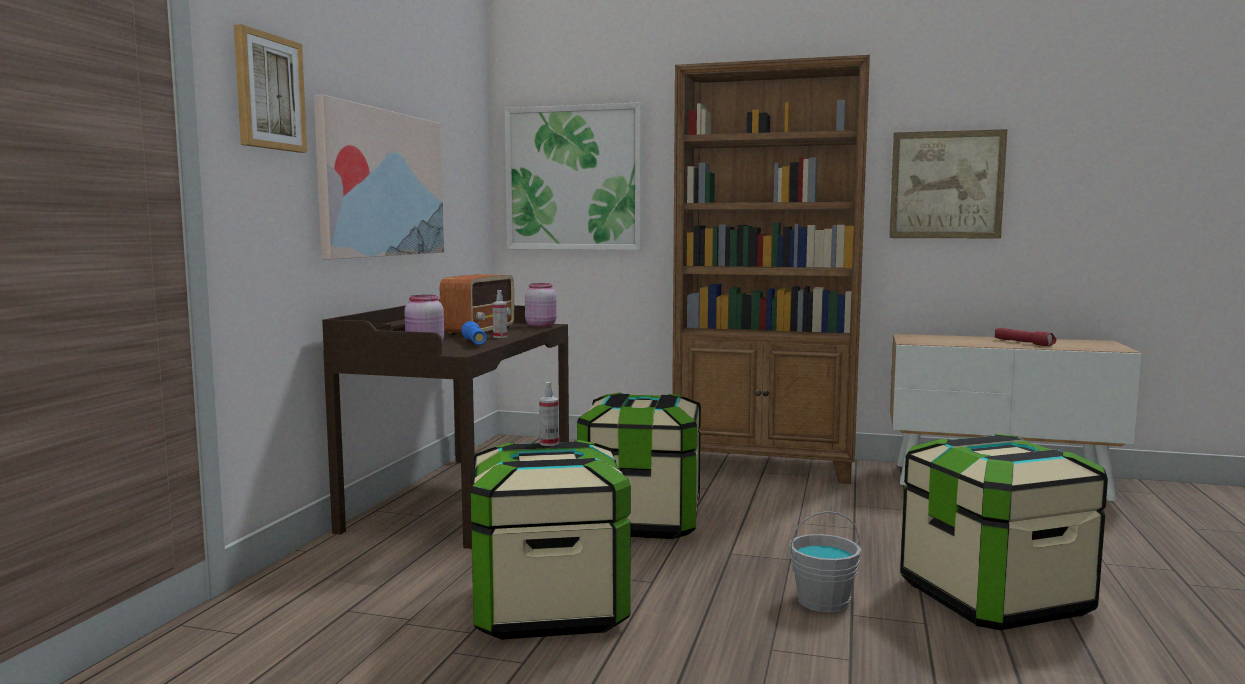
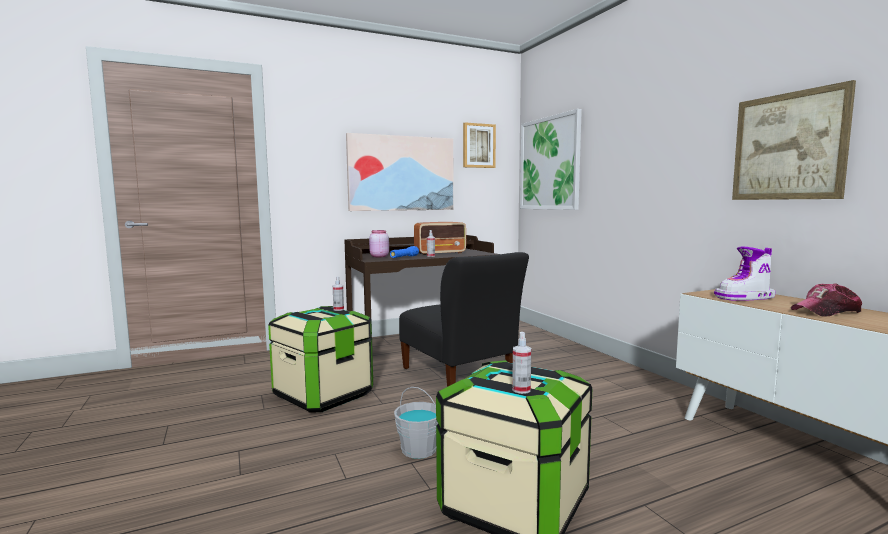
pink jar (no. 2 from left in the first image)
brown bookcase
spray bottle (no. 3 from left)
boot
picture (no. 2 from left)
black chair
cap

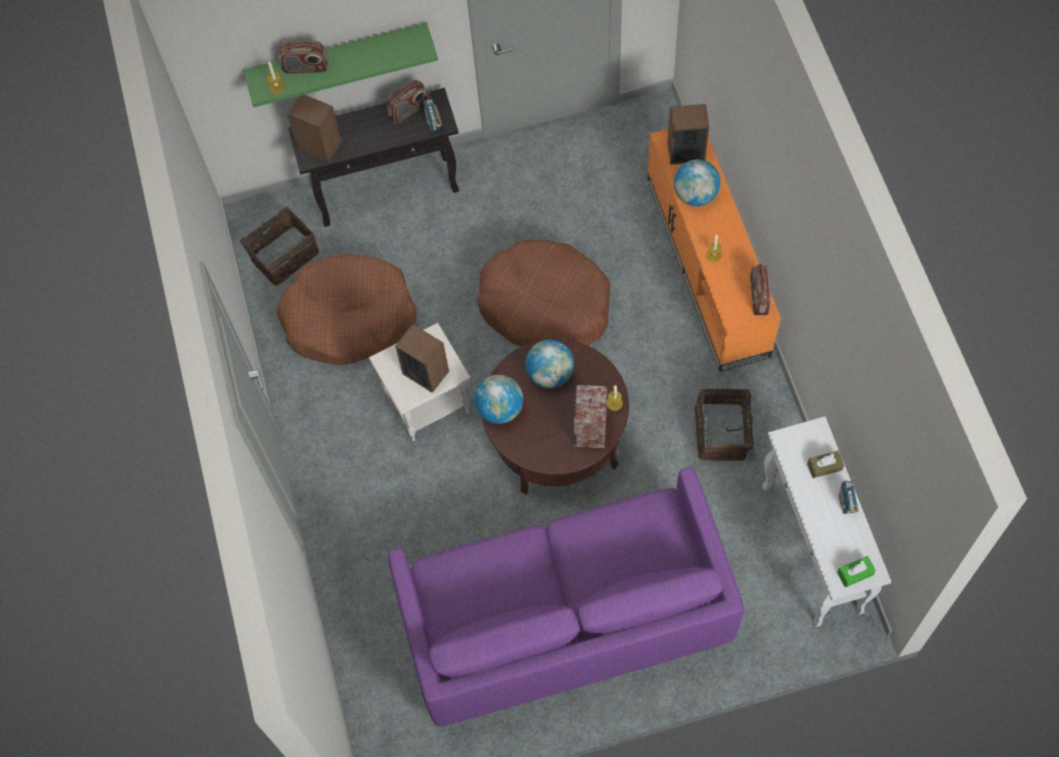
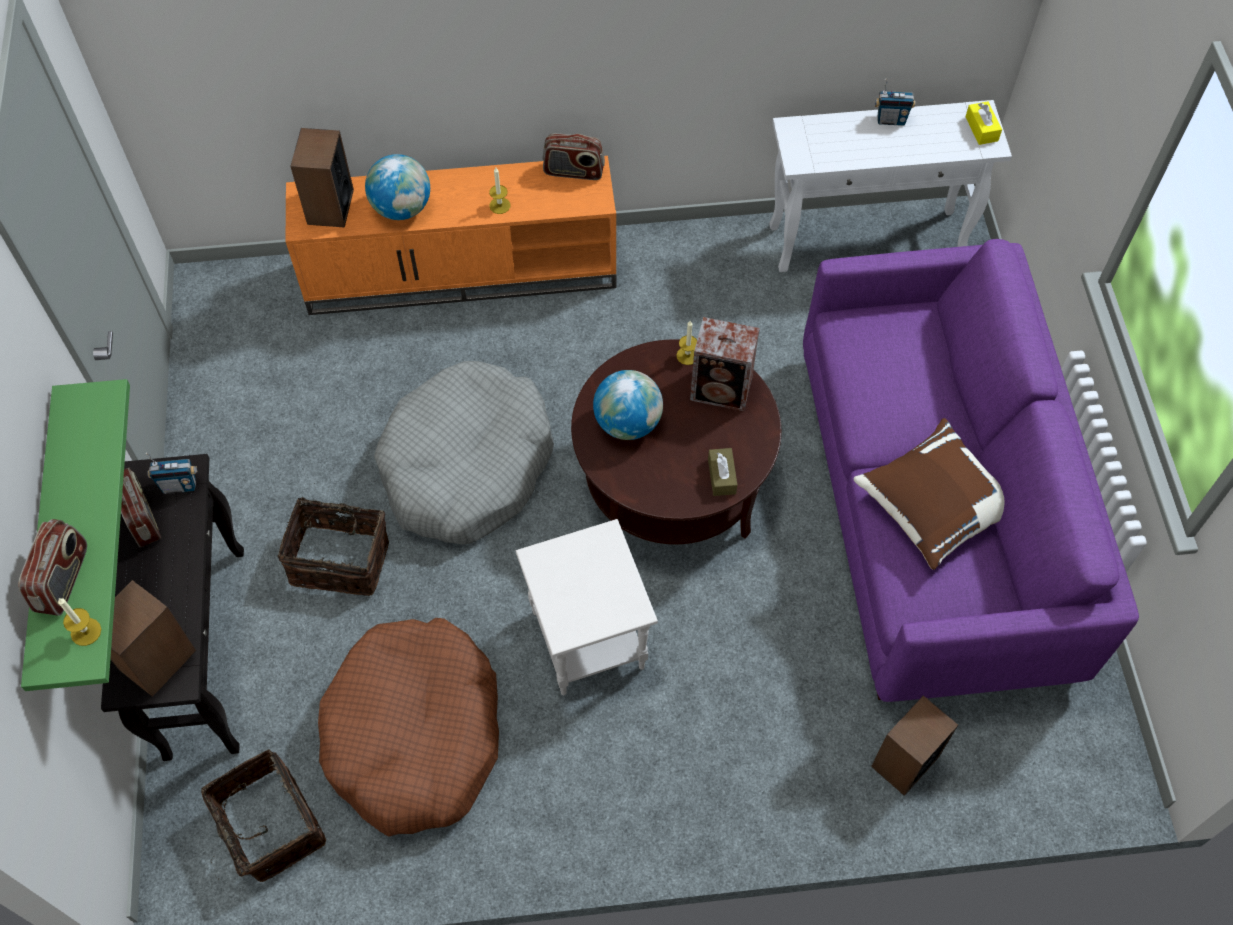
globe (no. 1 from left in the first image)
brown pillow
speaker (no. 4 from left)
basket (no. 2 from left)
brown tissue box
grey dog bed
yellow tissue box

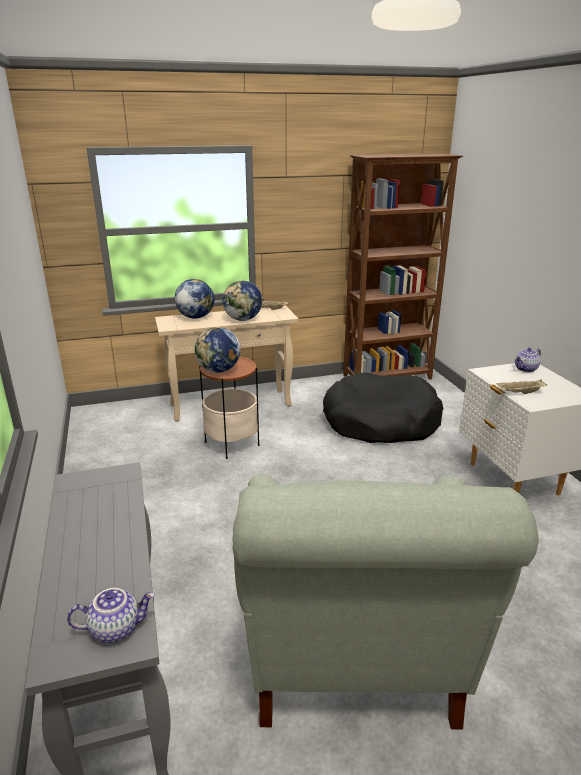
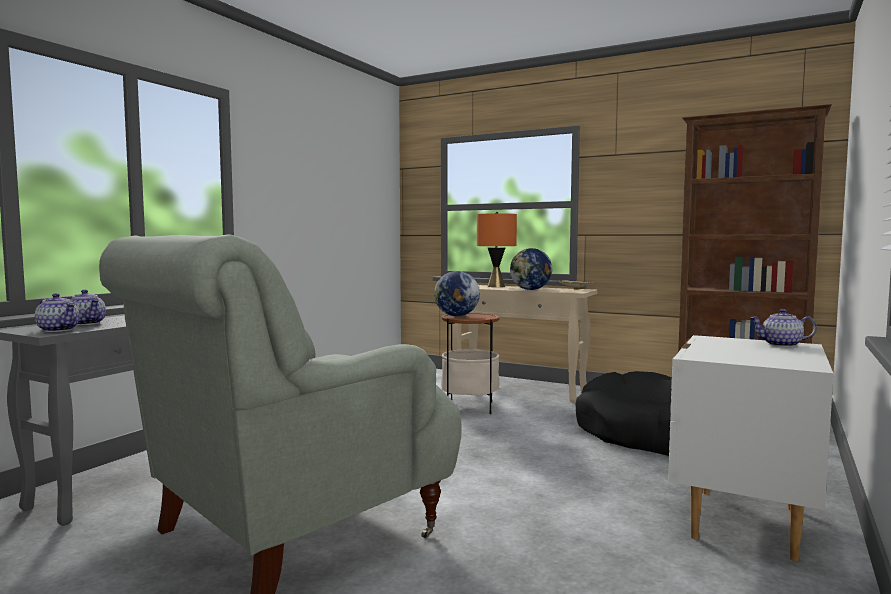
beige tray (no. 2 from left in the first image)
teapot (no. 2 from left)
orange table lamp

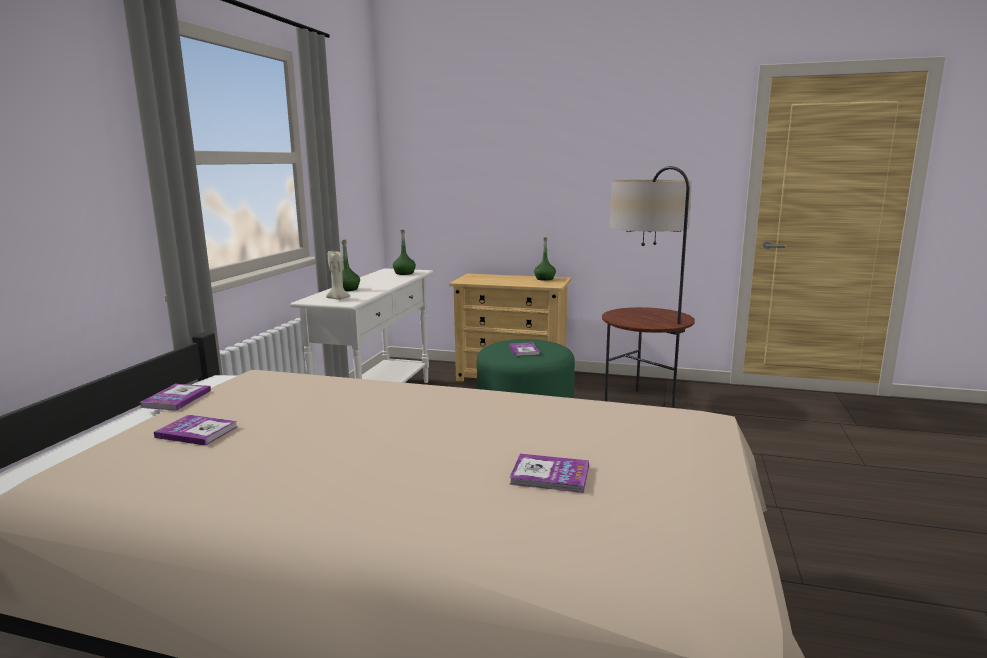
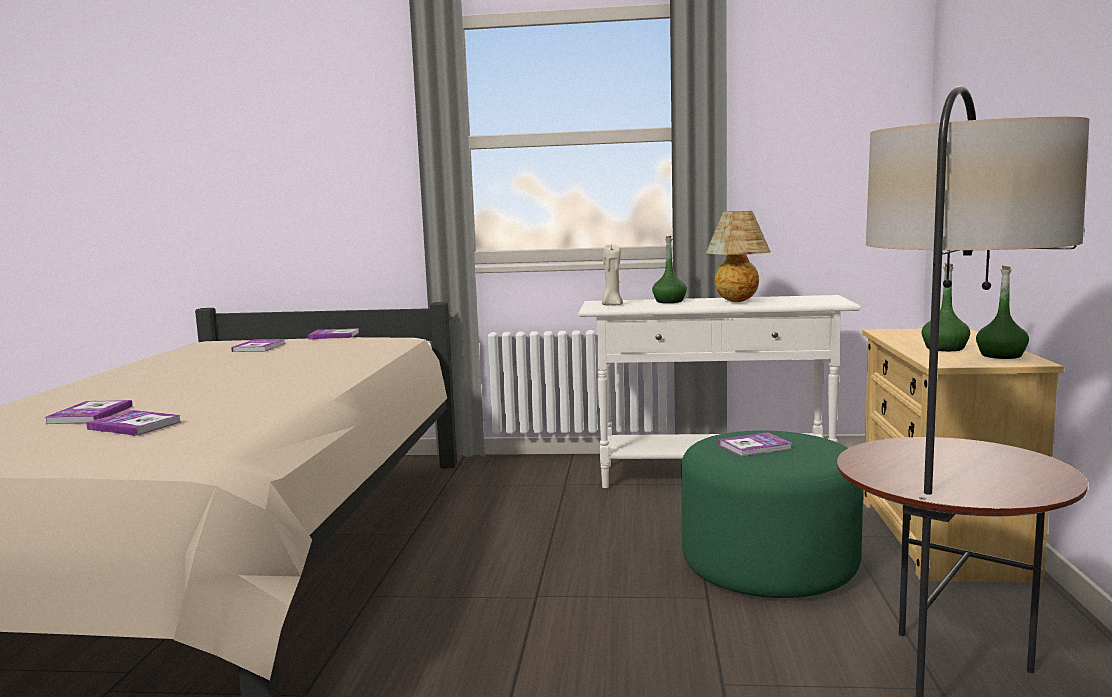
book (no. 2 from left)
table lamp
green bottle (no. 2 from left)

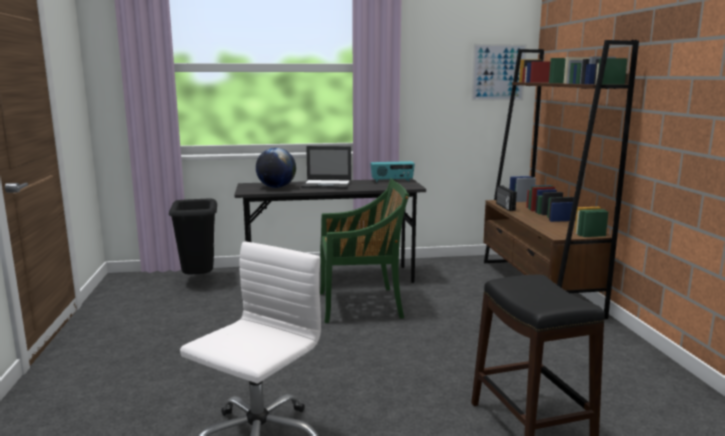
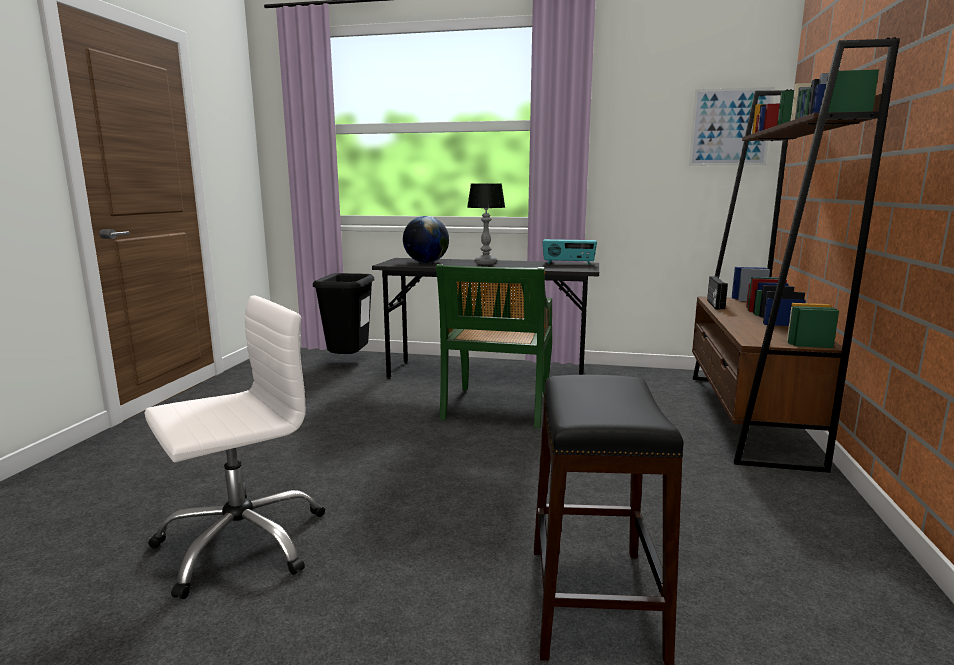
table lamp
green chair

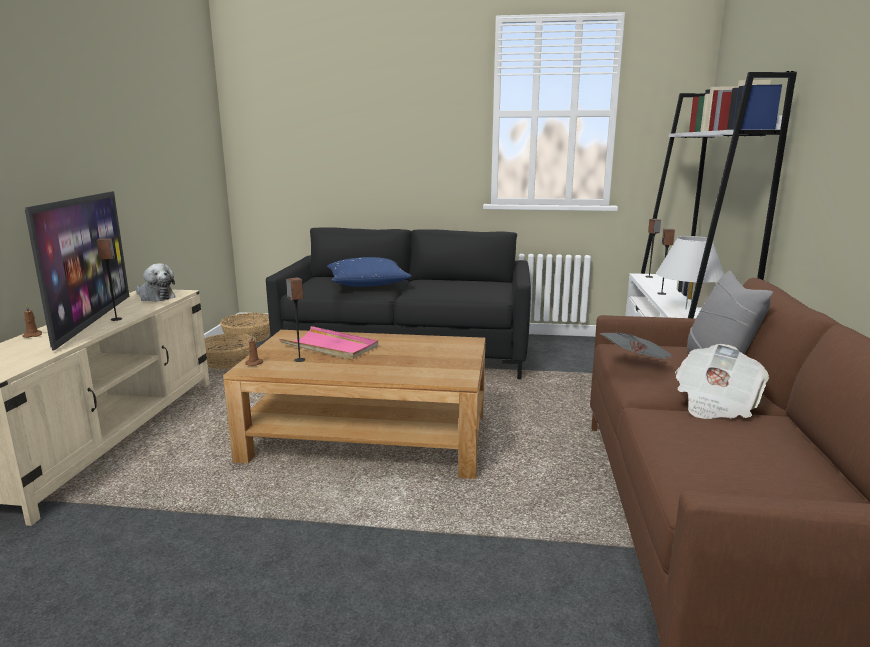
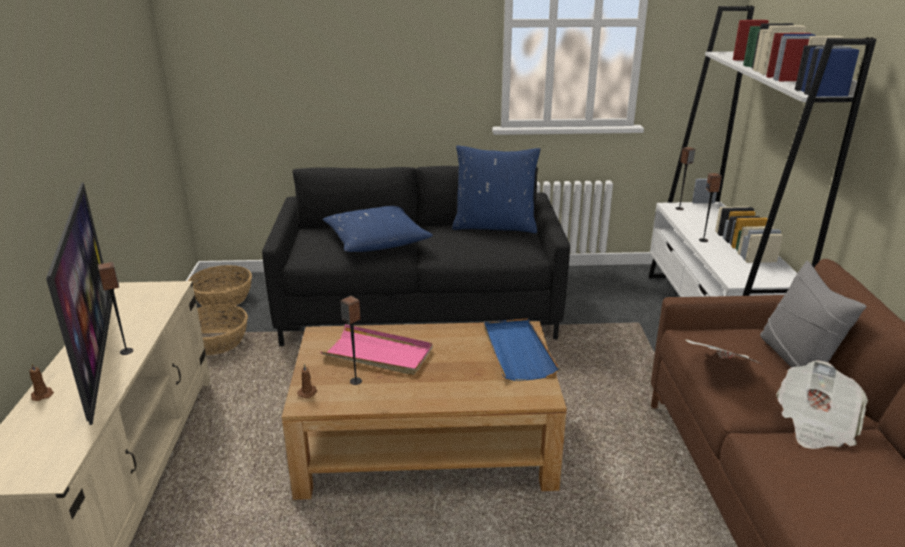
plush toy
white table lamp
blue pillow (no. 2 from left)
blue tray

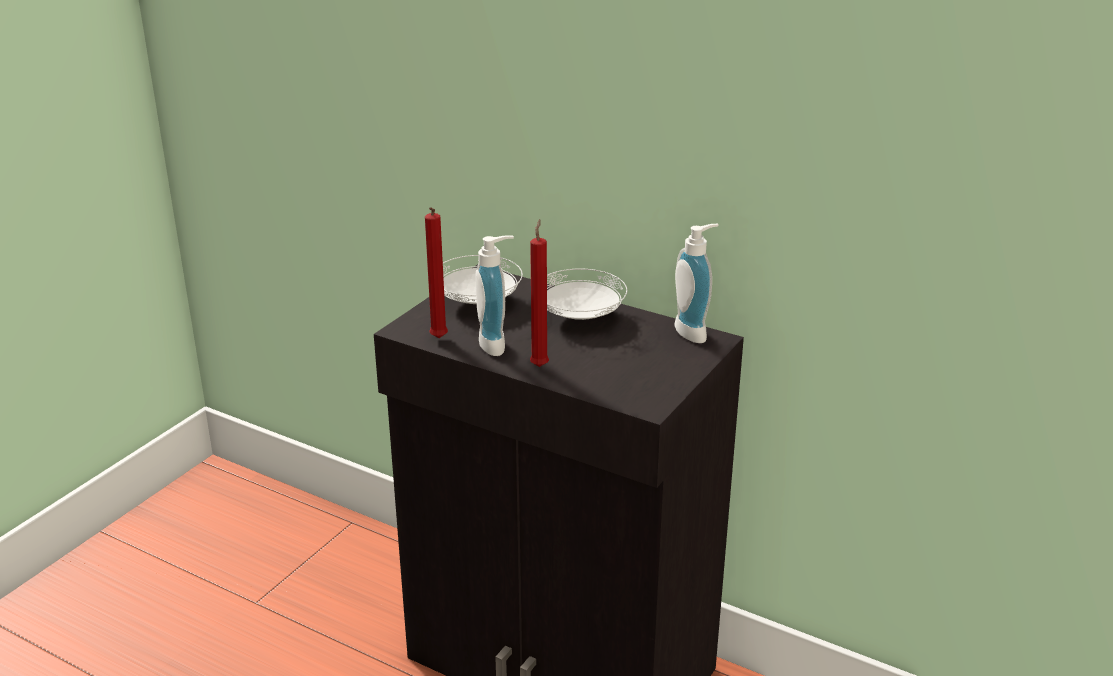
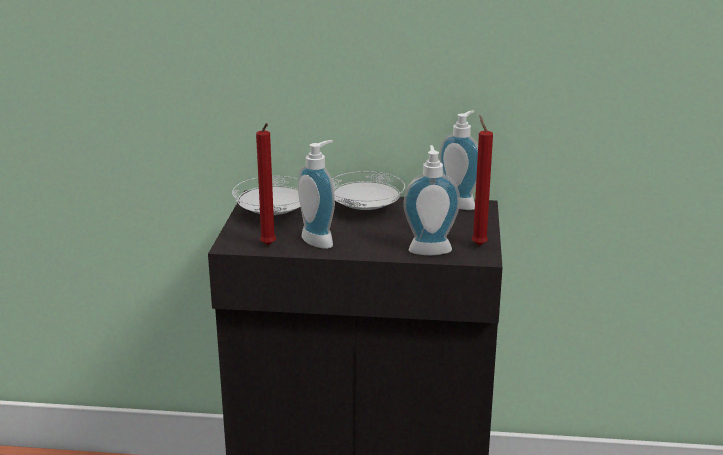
soap dispenser (no. 2 from left)
red candle (no. 2 from left)

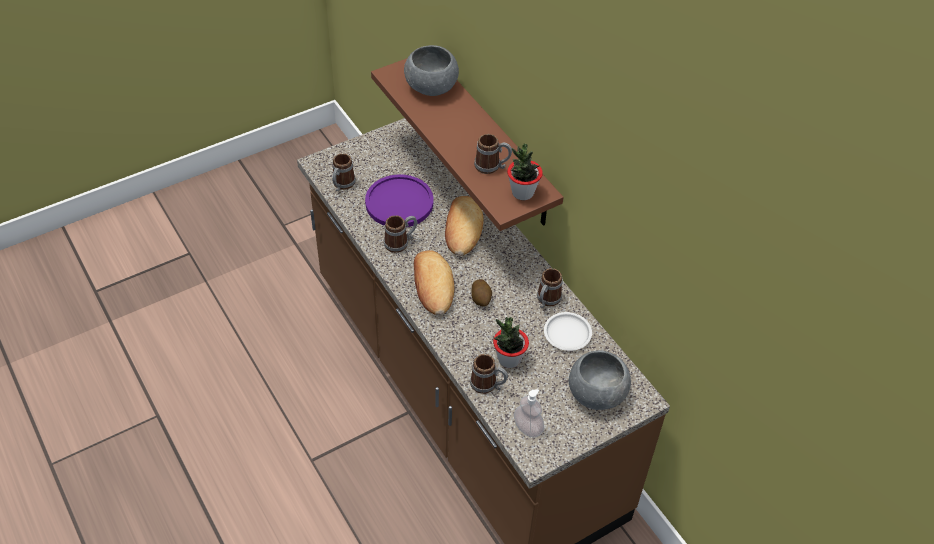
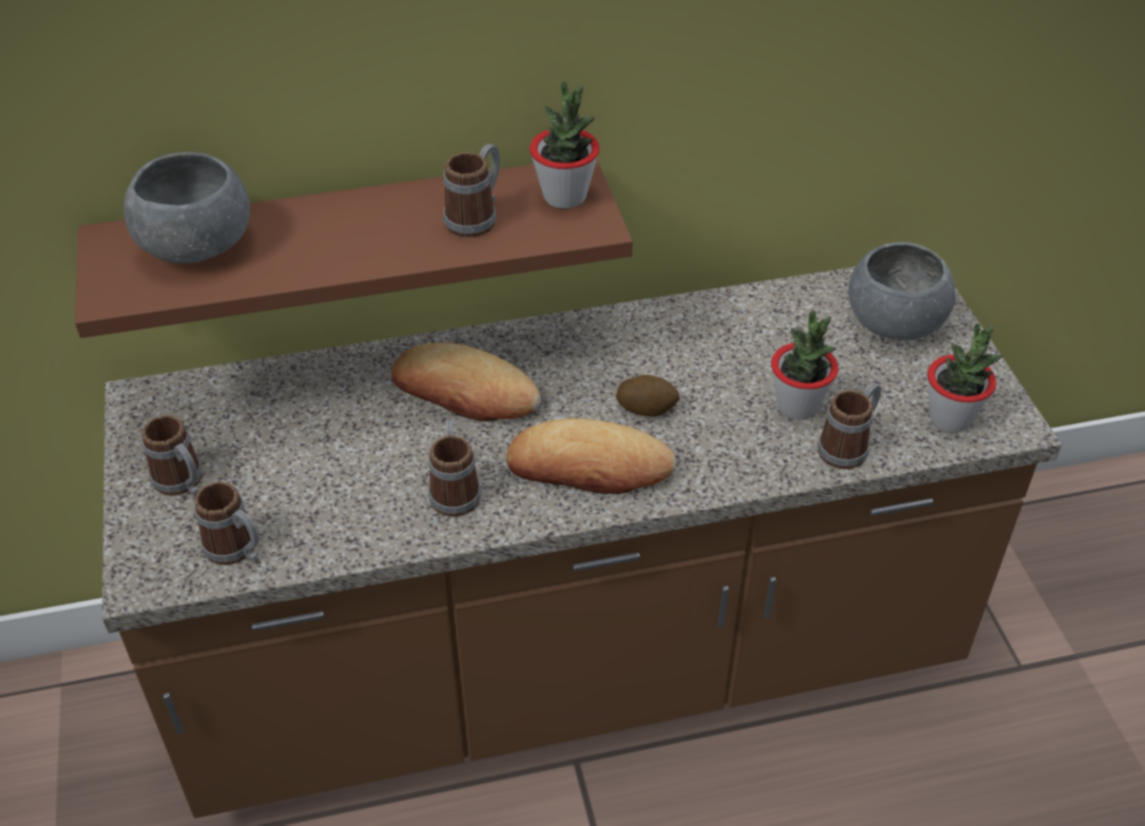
purple plate
white plate
mug (no. 1 from left)
potted plant (no. 3 from left)

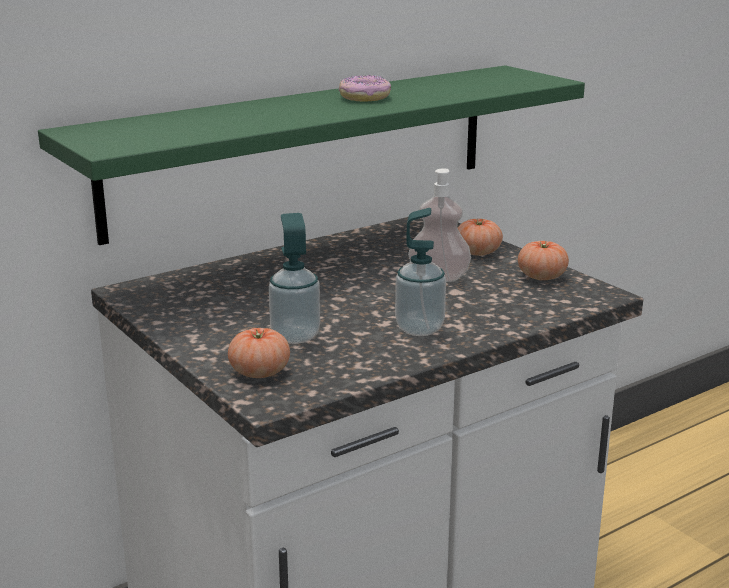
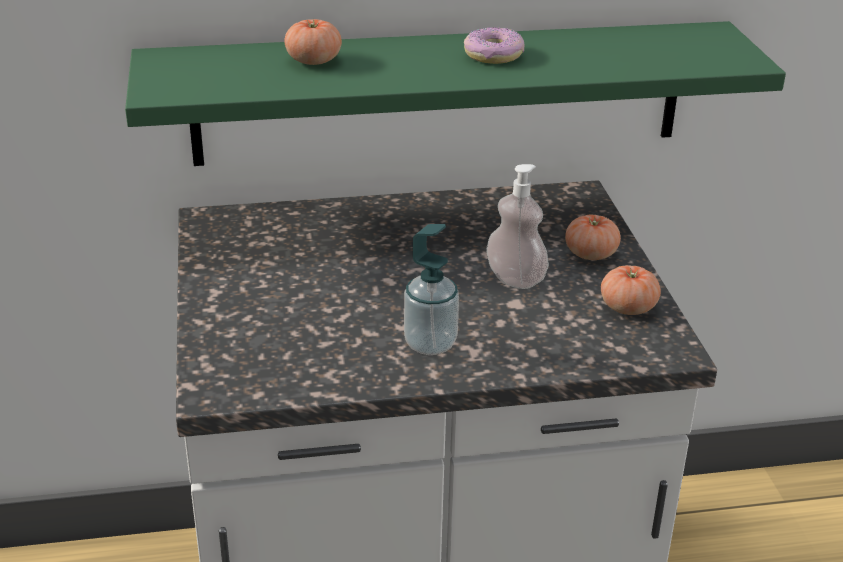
soap dispenser (no. 1 from left in the first image)
tomato (no. 1 from left)

